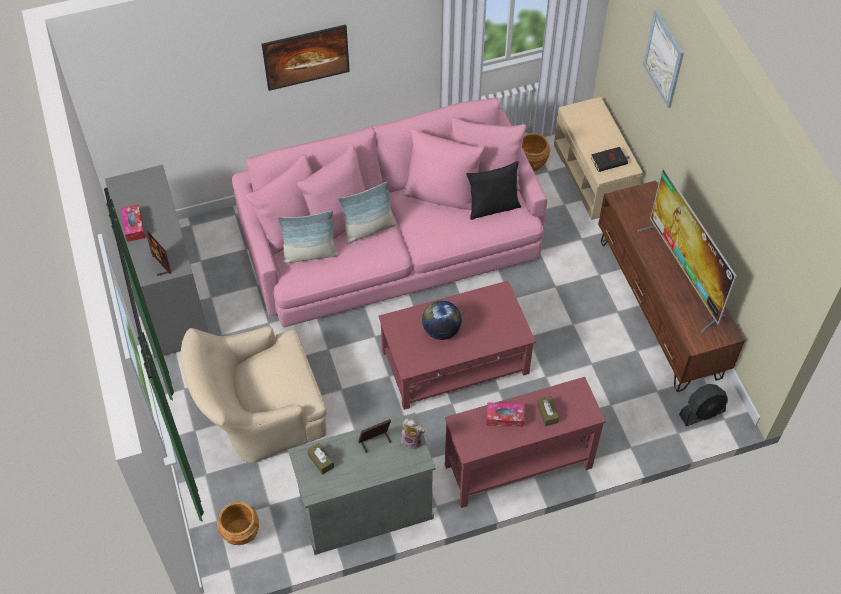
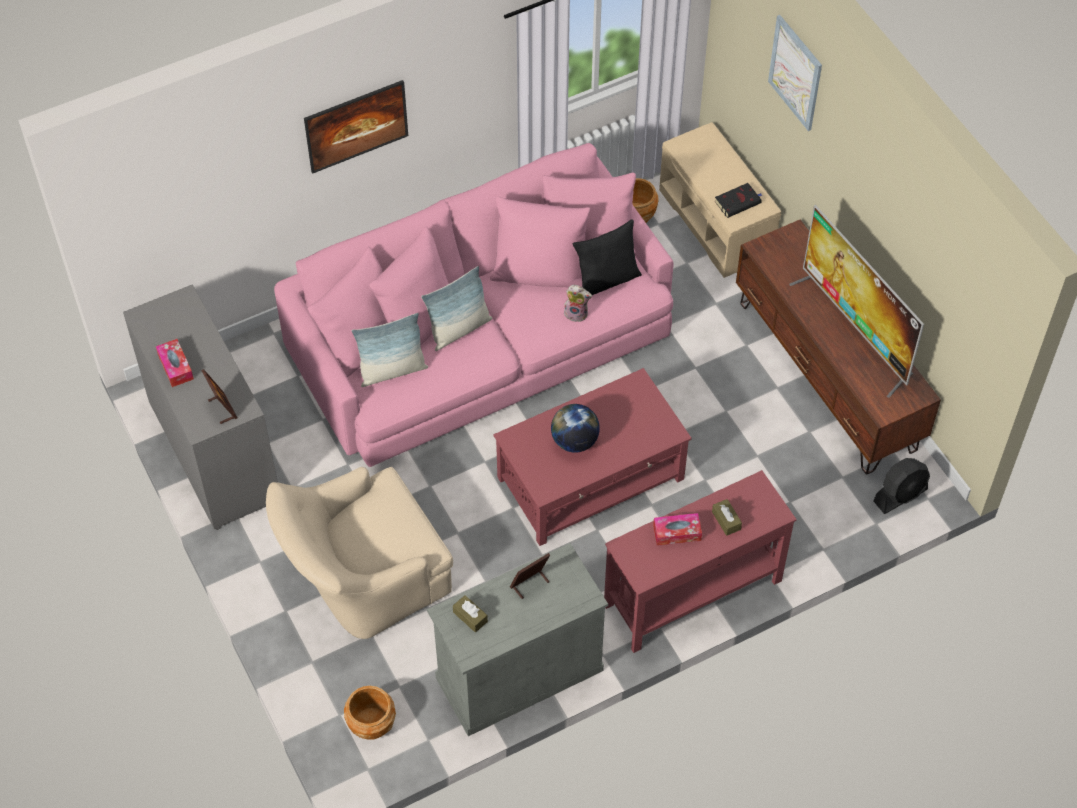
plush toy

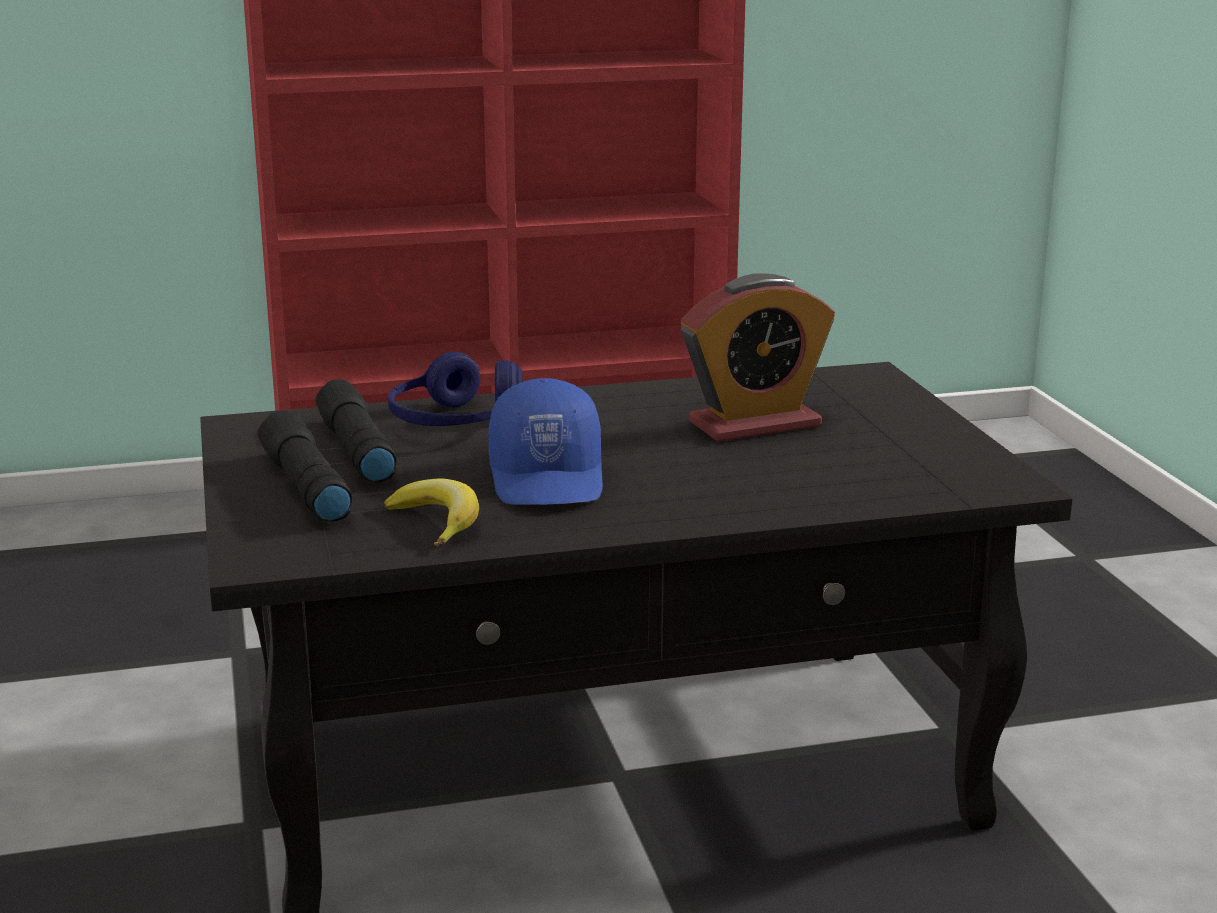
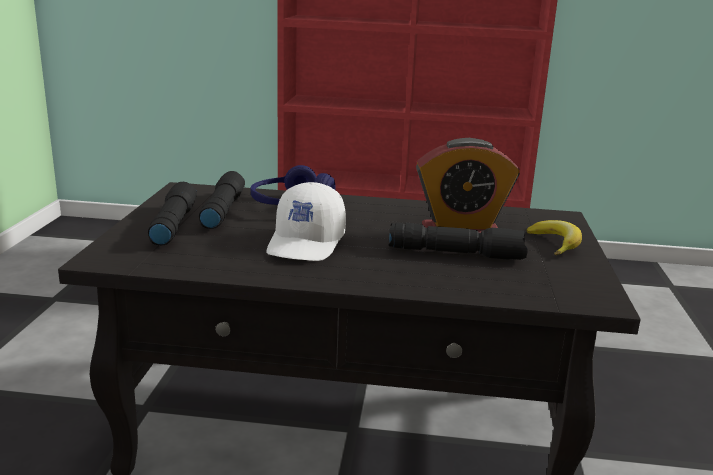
black flashlight (no. 3 from left)
banana
white cap

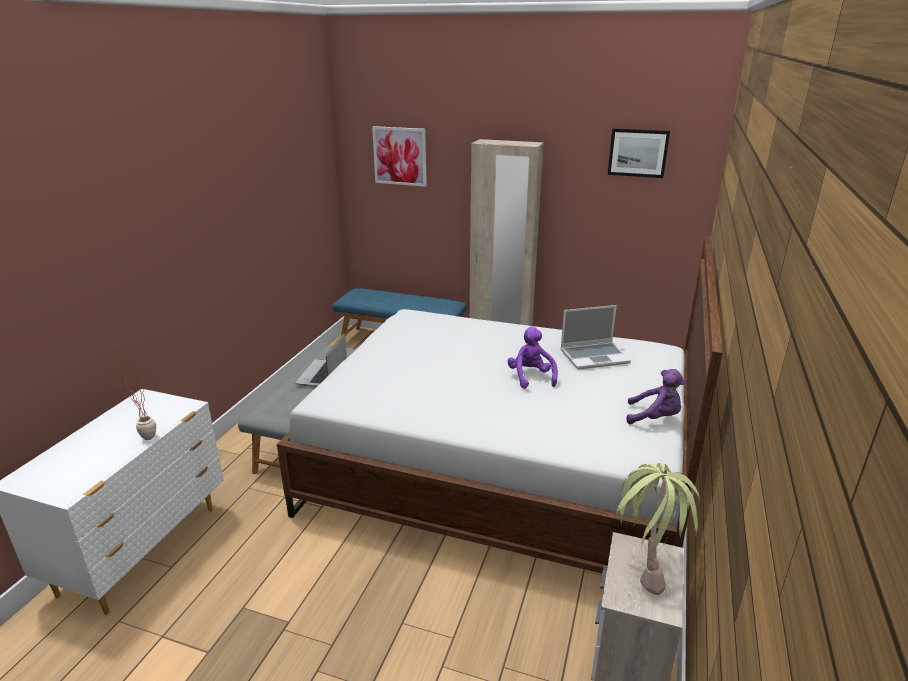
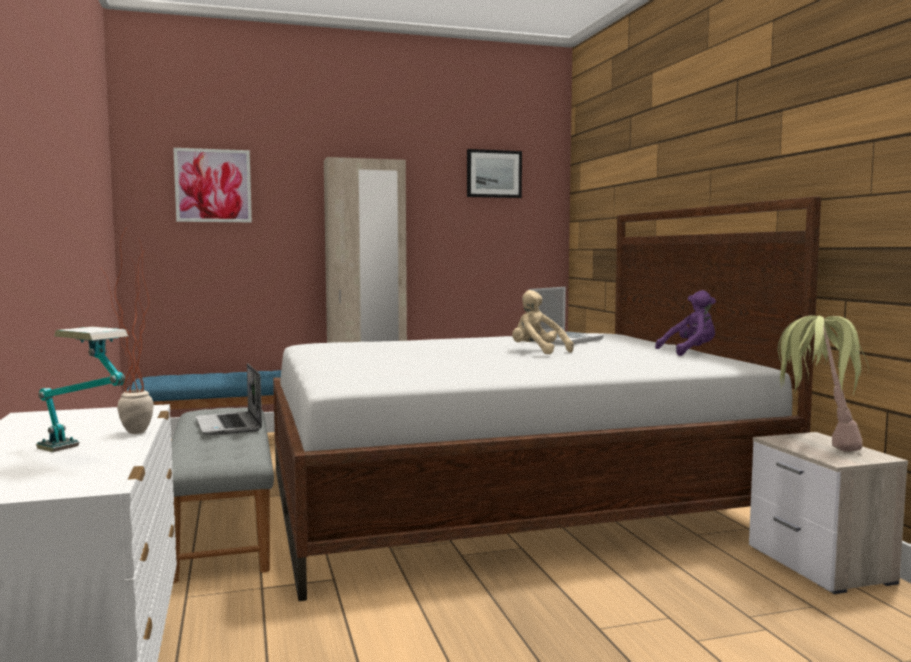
table lamp
beige plush toy

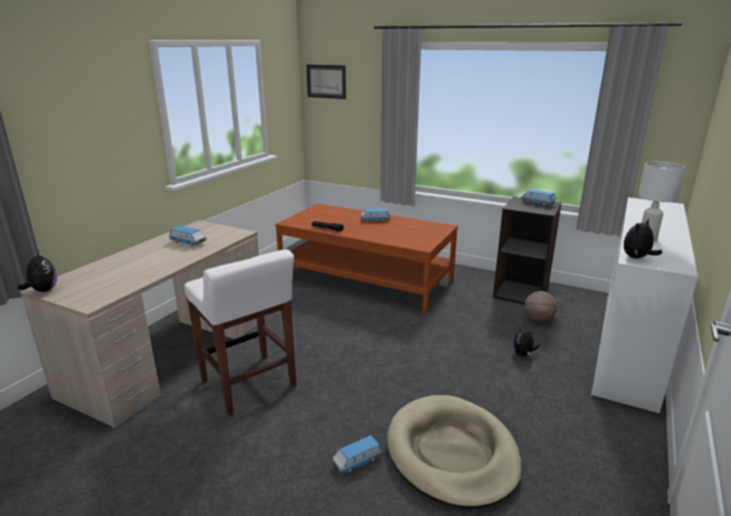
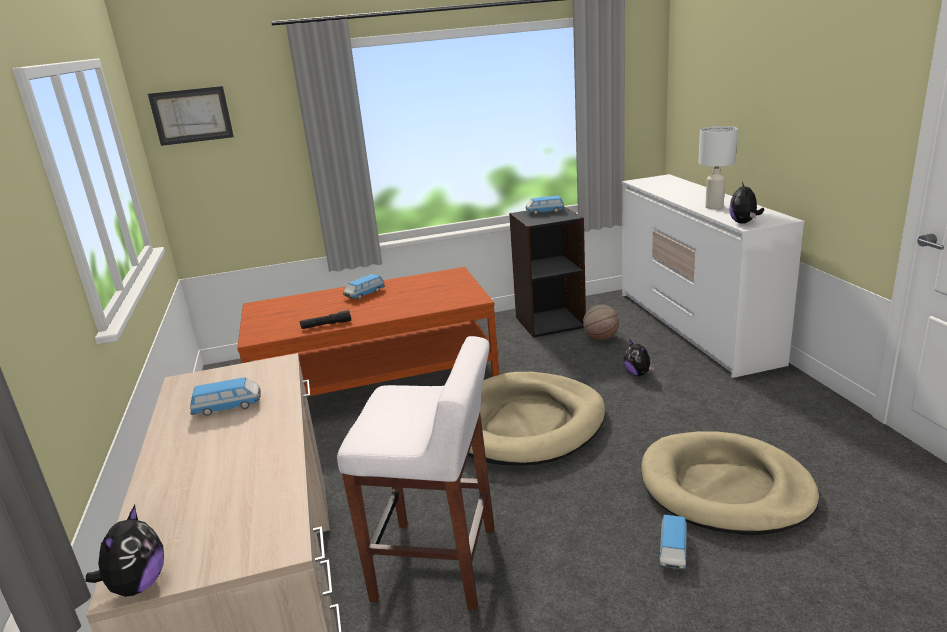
beige dog bed (no. 1 from left)
plush toy (no. 1 from left)

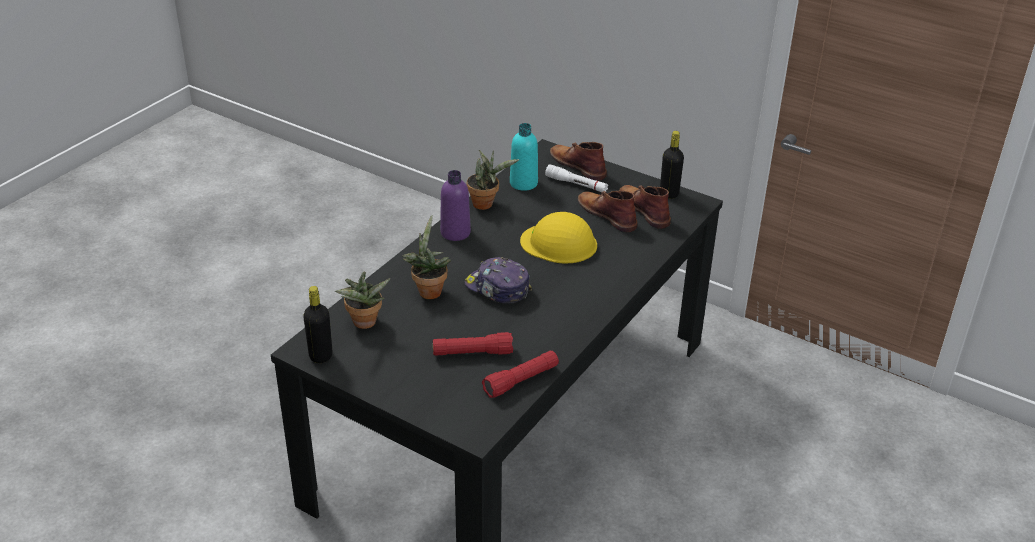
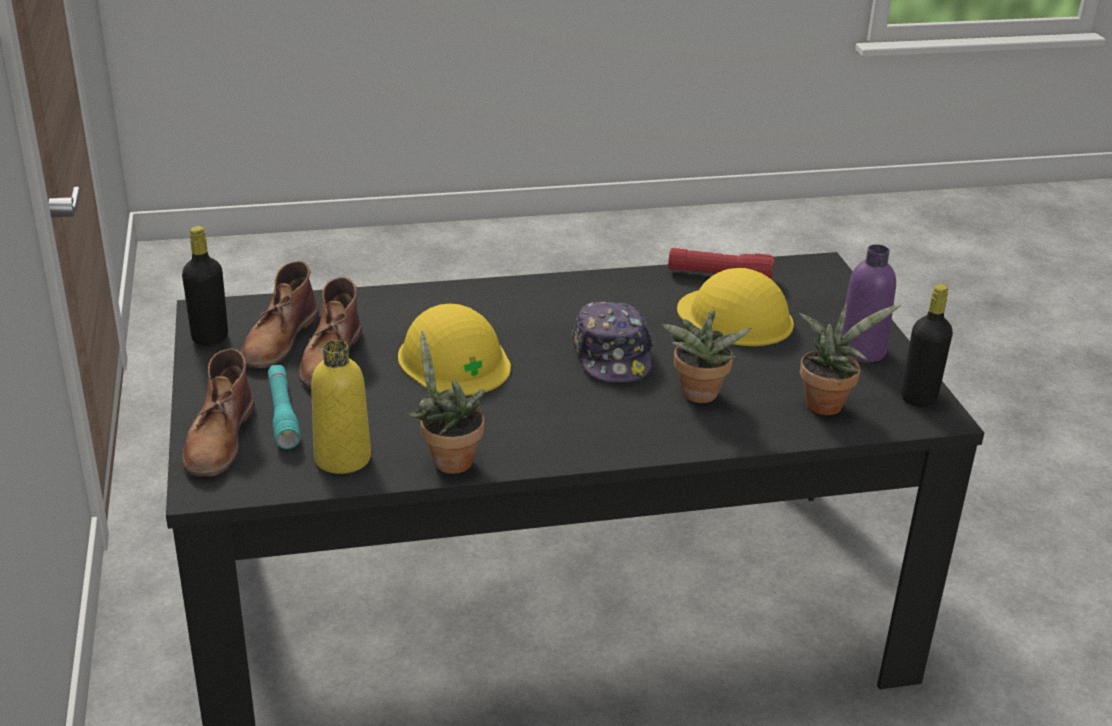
purple bottle
yellow hard hat (no. 2 from left)
yellow bottle
turquoise flashlight

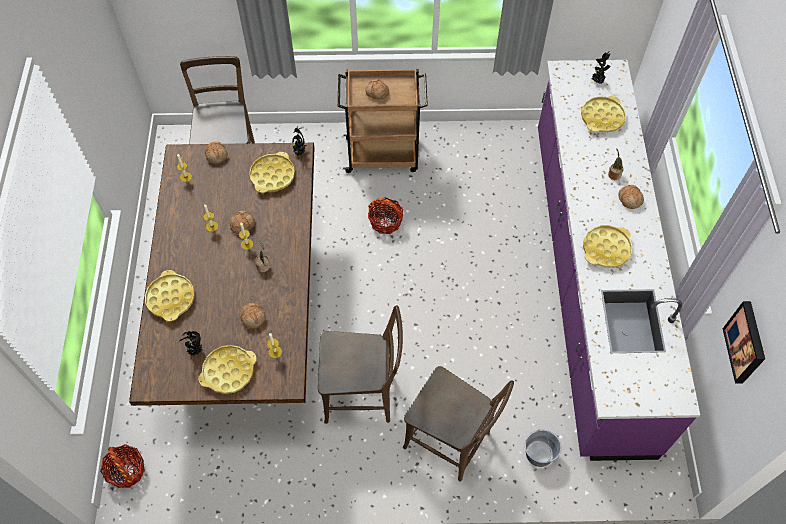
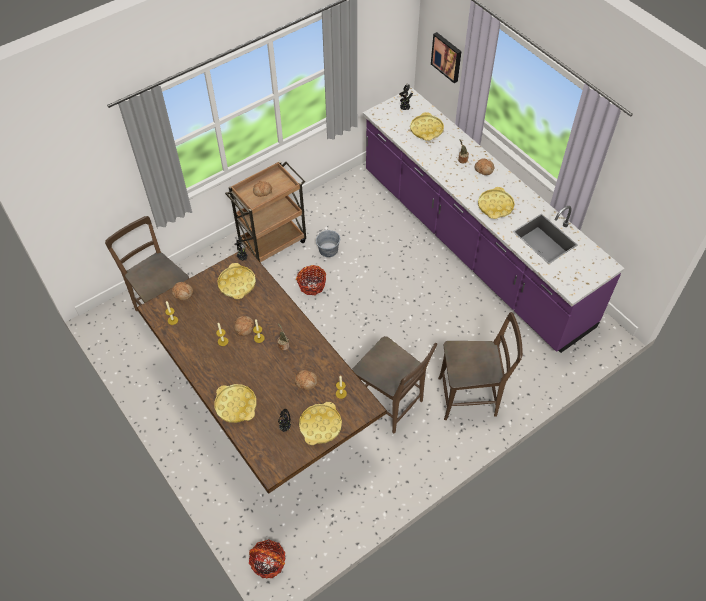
grey bucket
picture
brown chair (no. 2 from left)

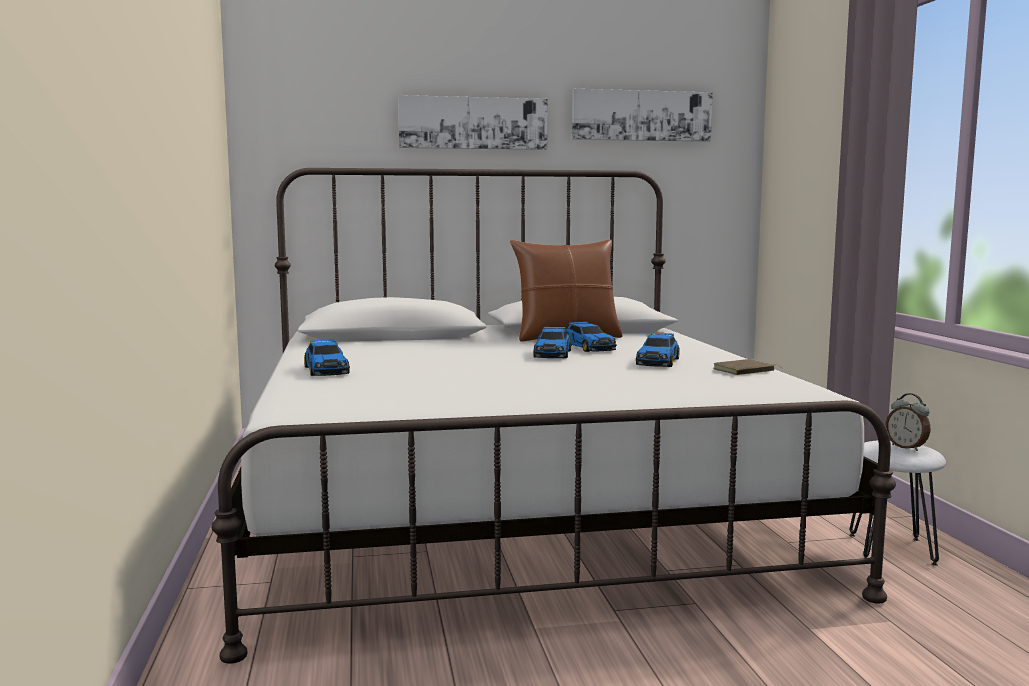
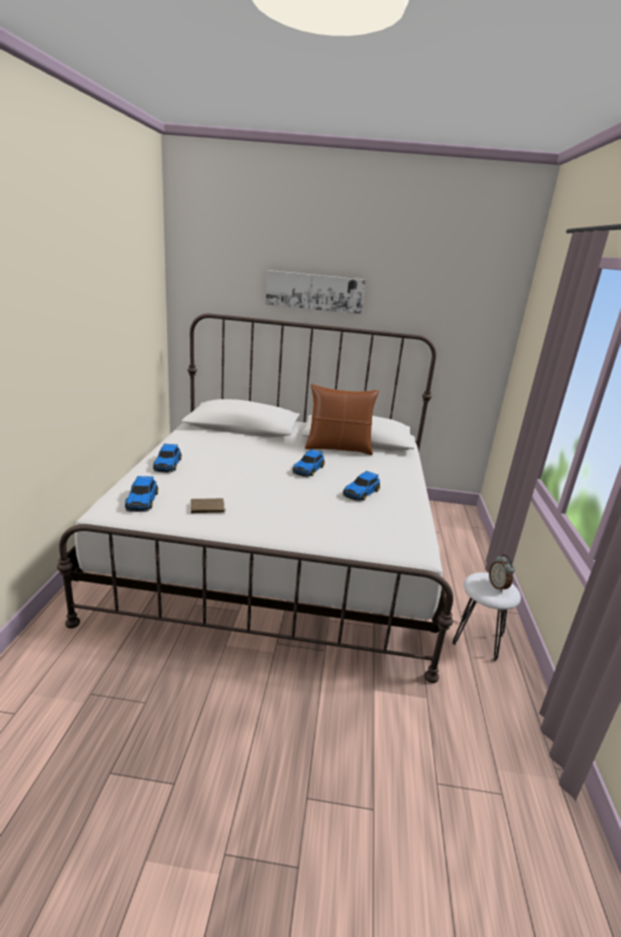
picture (no. 2 from left in the first image)
toy car (no. 1 from left)
brown book

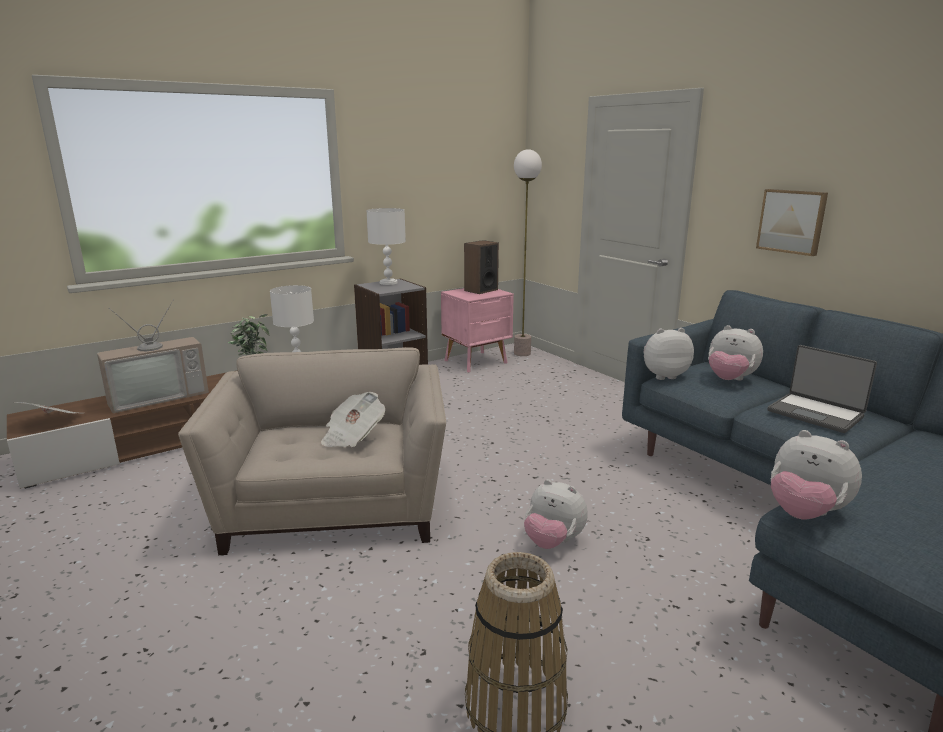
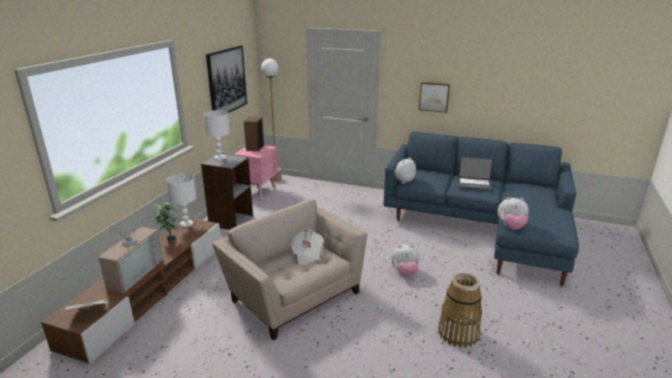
plush toy (no. 3 from left in the first image)
picture (no. 1 from left)

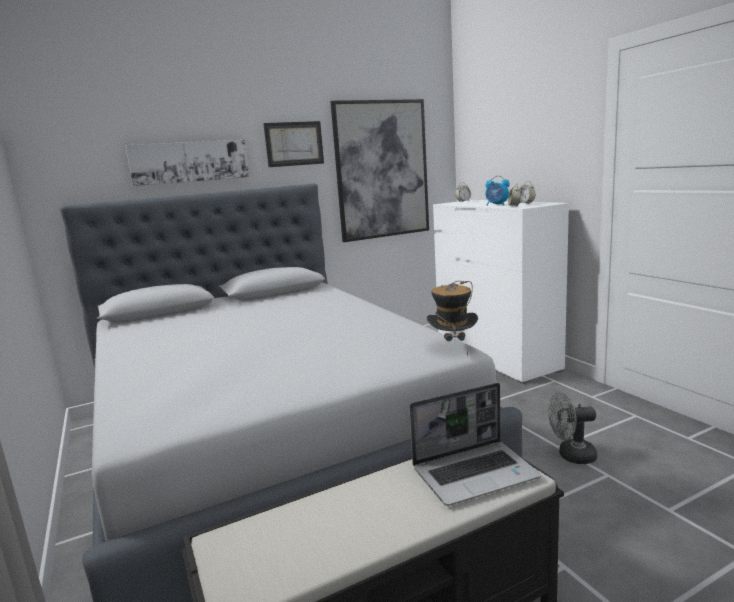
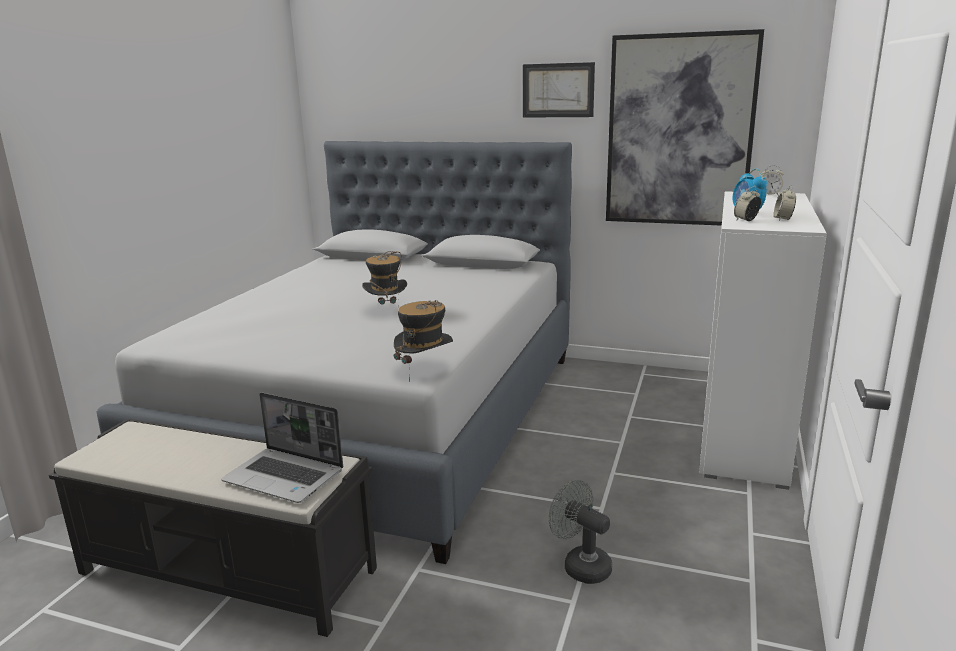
picture (no. 1 from left in the first image)
hat (no. 1 from left)

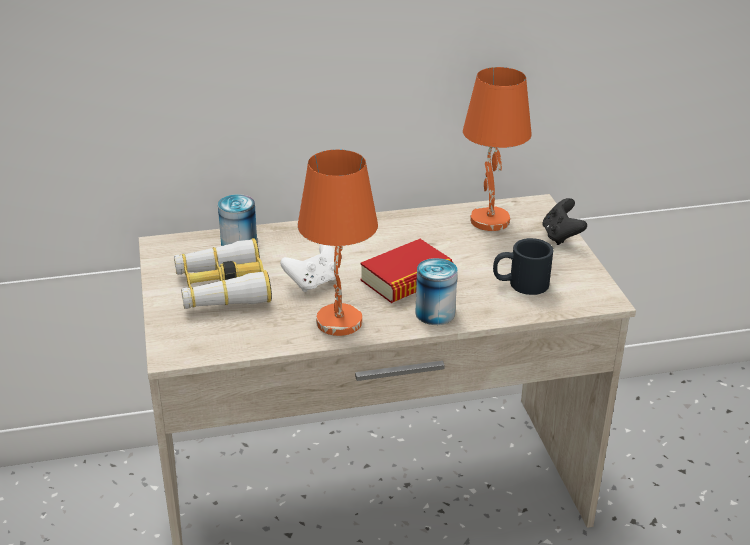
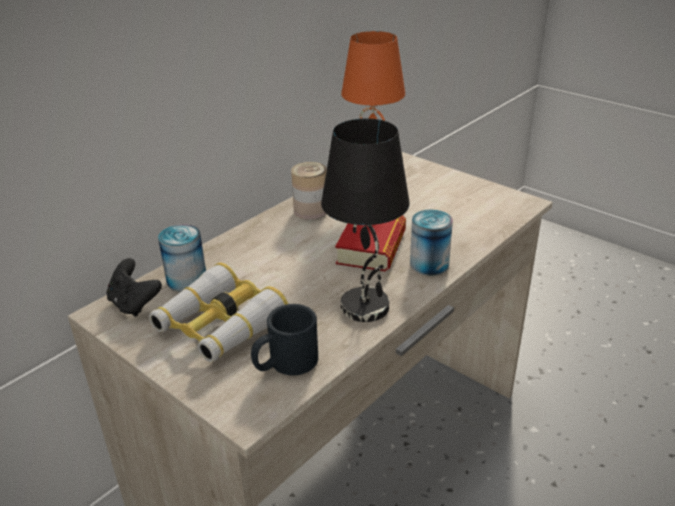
white game controller
can (no. 2 from left)
black mug
black game controller
black table lamp

